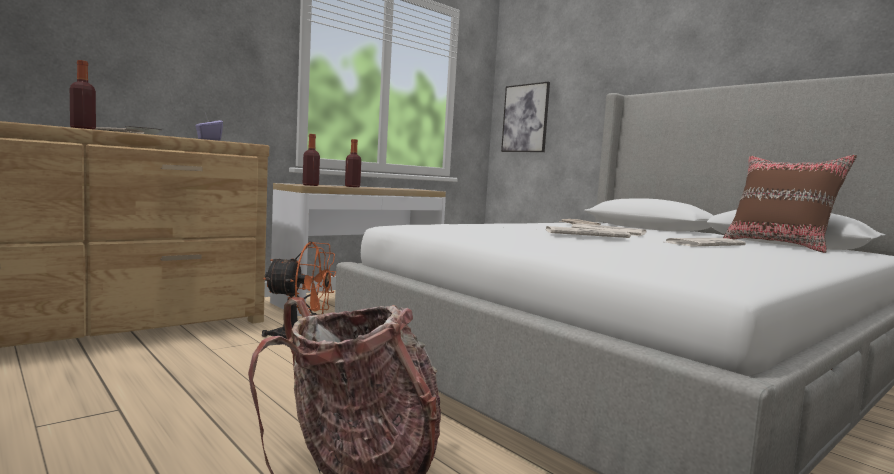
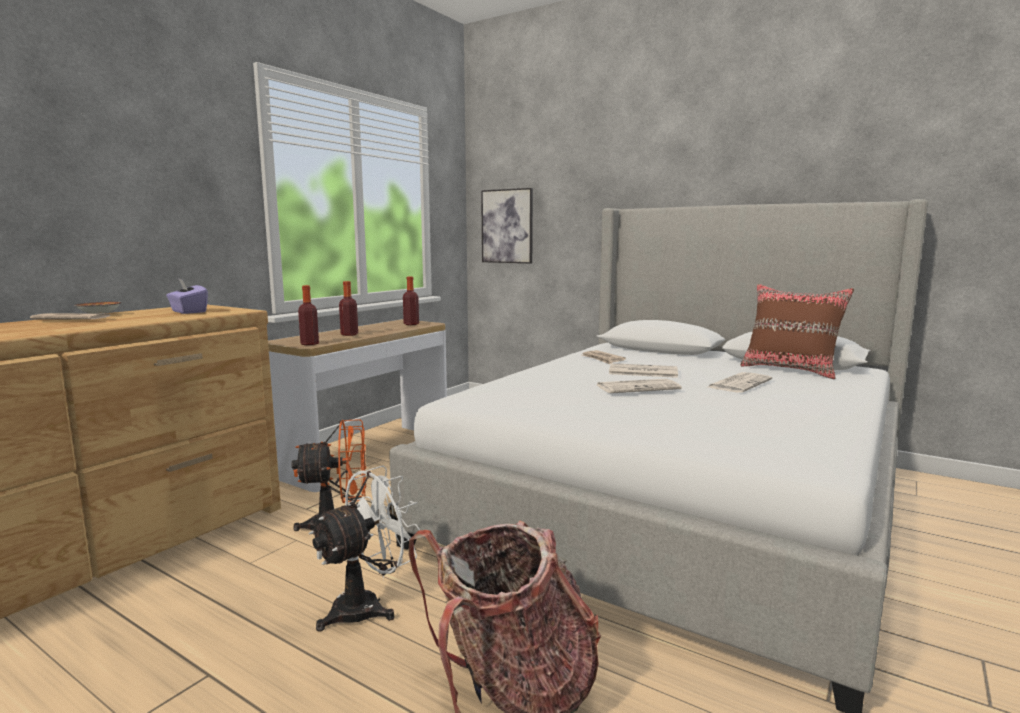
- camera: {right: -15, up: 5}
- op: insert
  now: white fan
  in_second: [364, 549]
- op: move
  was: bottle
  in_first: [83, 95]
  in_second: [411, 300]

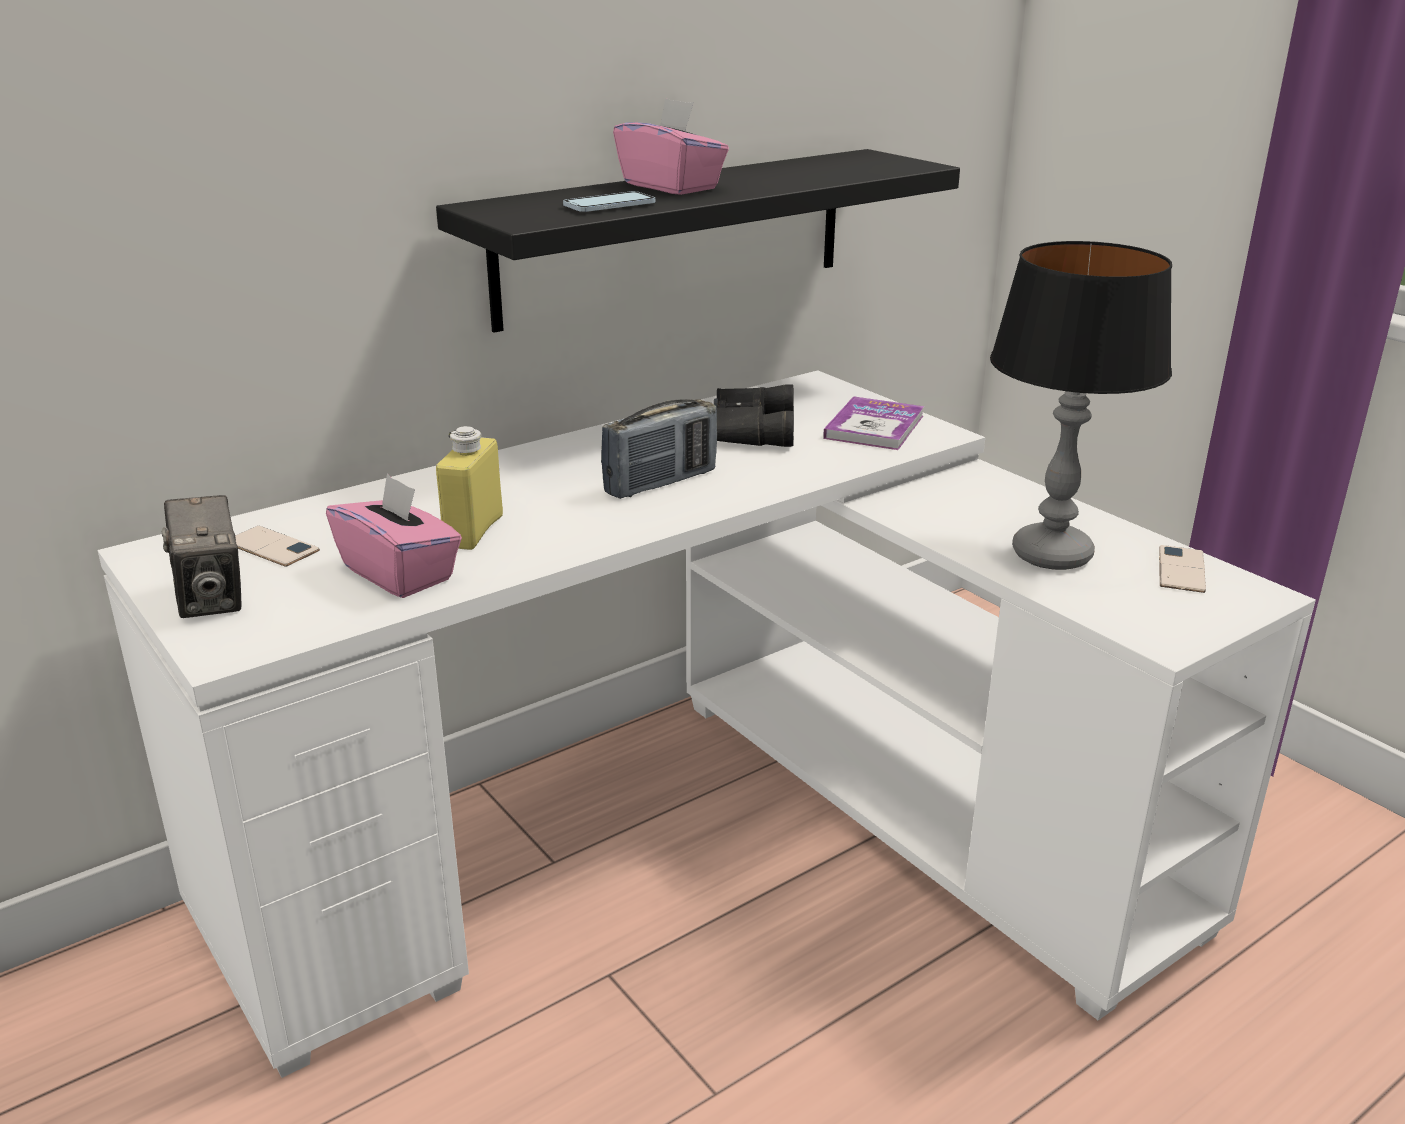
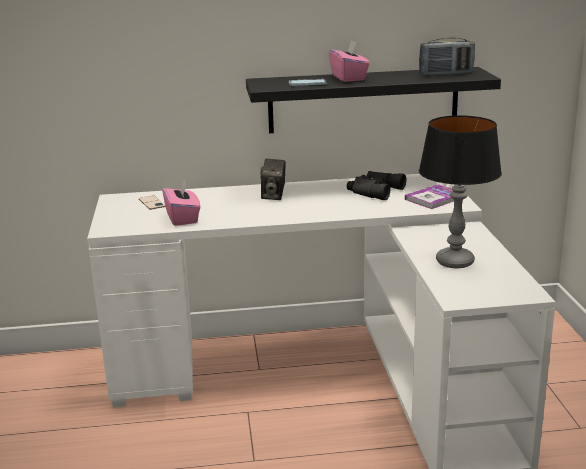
- camera: {right: 30, up: -5}
- op: delete
  was: yellow bottle
  in_first: [469, 488]
- op: delete
  was: phone
  in_first: [1182, 569]
- op: move
  was: photo camera
  in_first: [202, 556]
  in_second: [272, 179]
- op: move
  was: radio
  in_first: [659, 449]
  in_second: [447, 56]

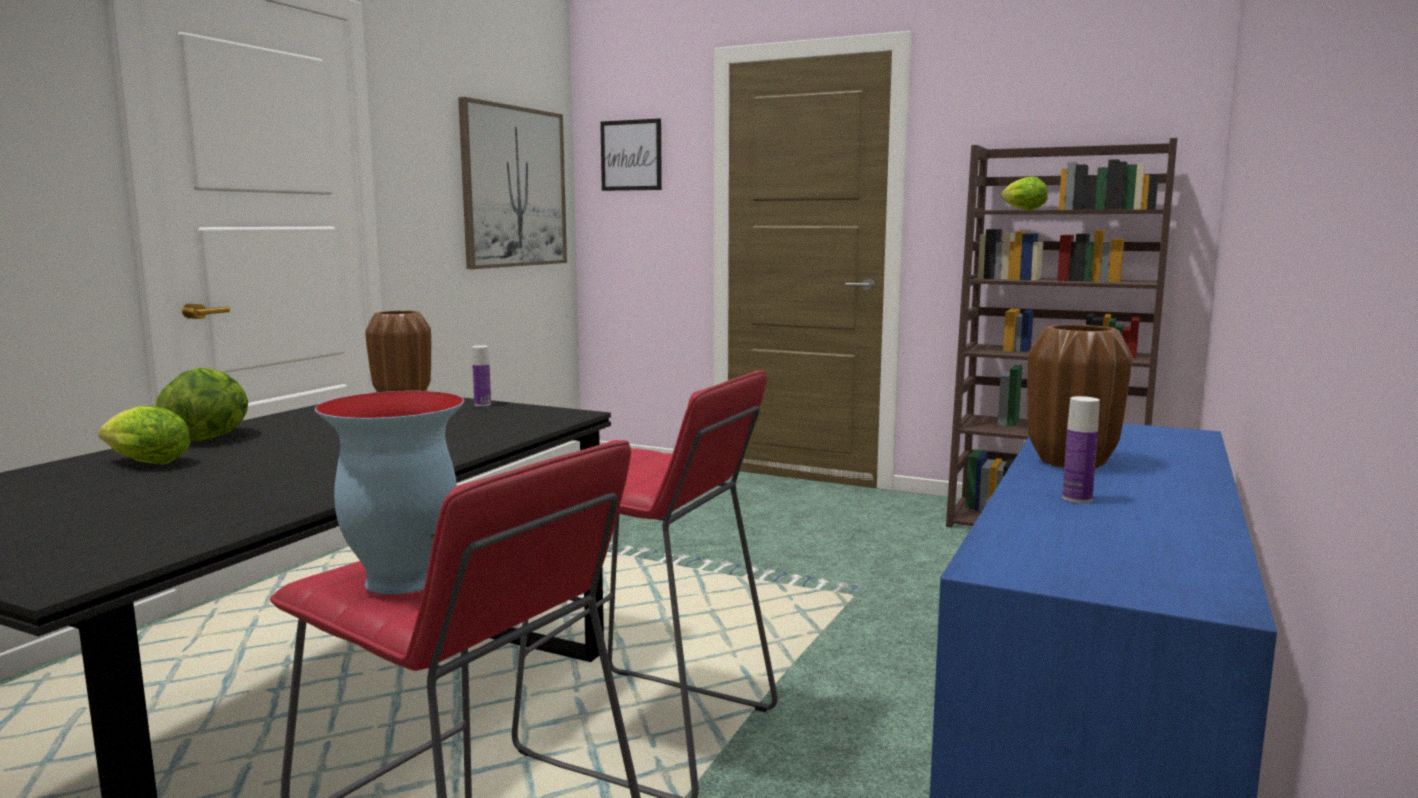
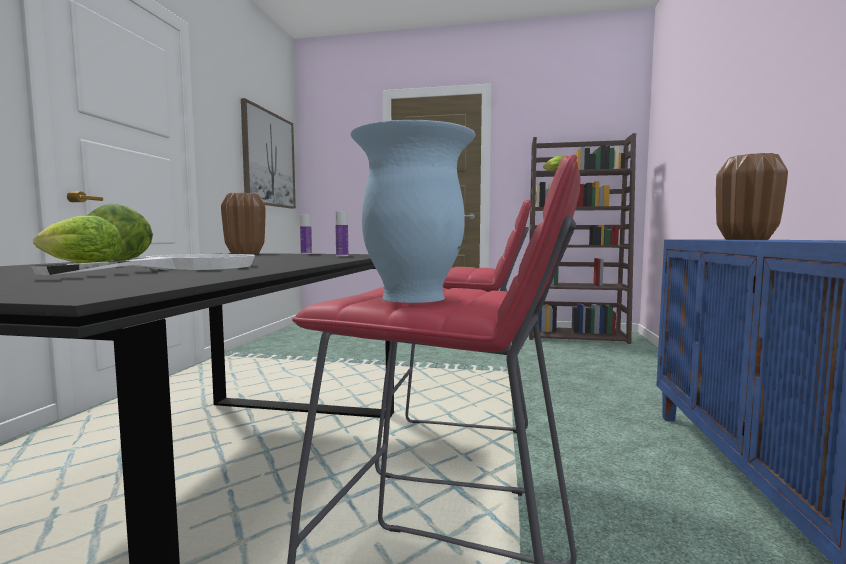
- camera: {right: -15, up: -5}
- op: delete
  was: picture
  in_first: [631, 154]
- op: insert
  now: white frying pan
  in_second: [143, 264]
- op: move
  was: bottle
  in_first: [1081, 449]
  in_second: [341, 233]

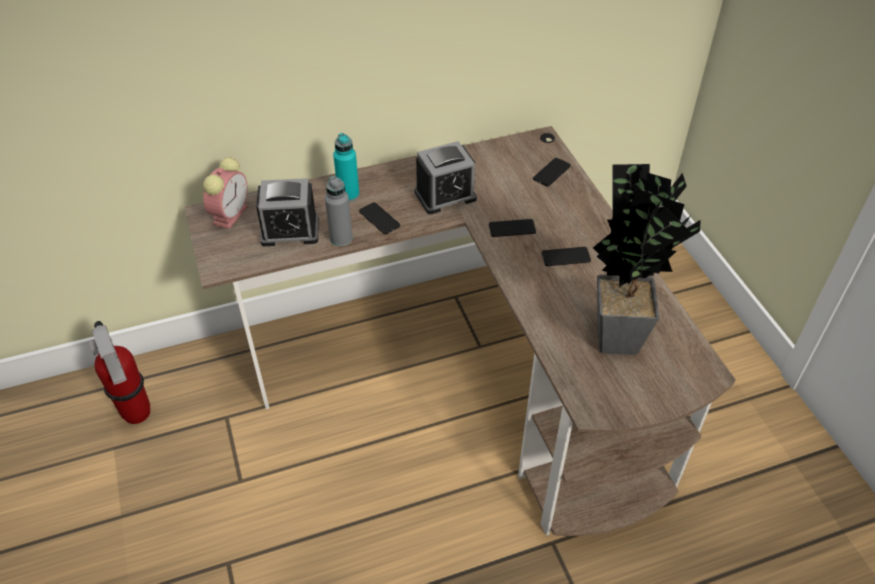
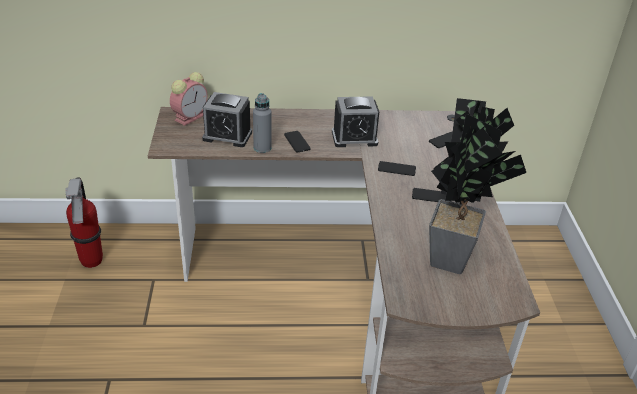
- camera: {right: 15, up: -10}
- op: delete
  was: turquoise bottle
  in_first: [346, 167]

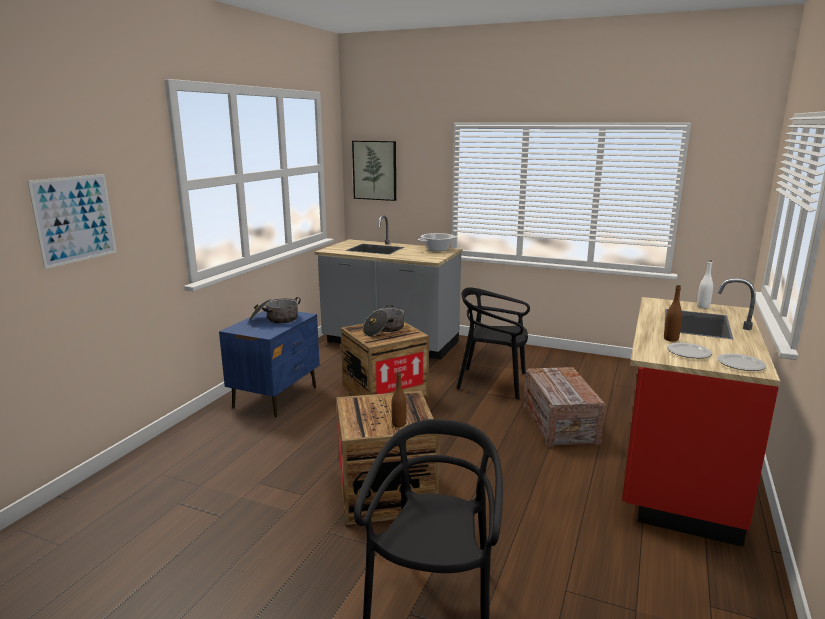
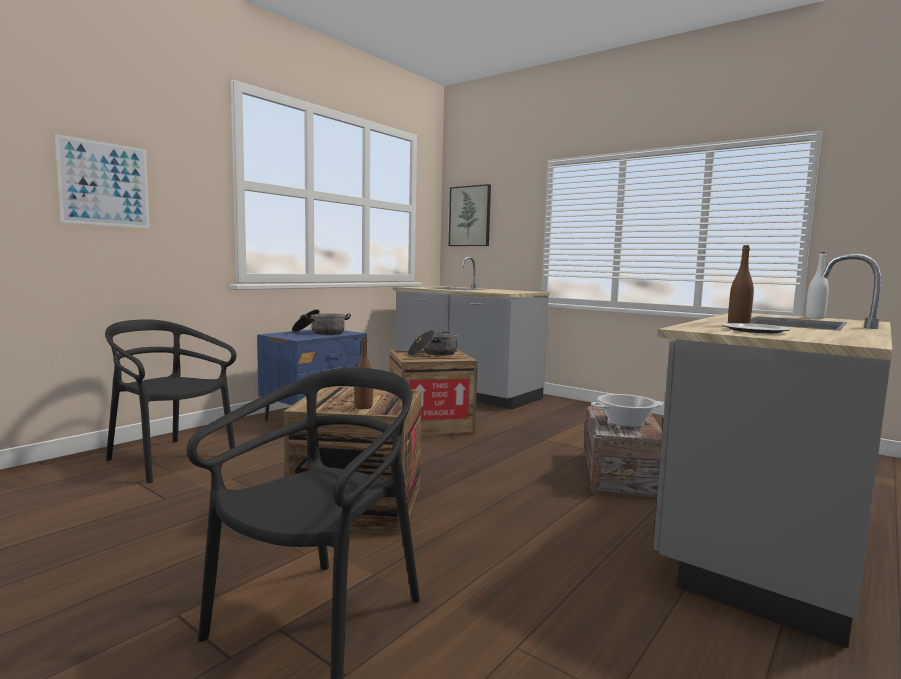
- camera: {right: 15, up: -10}
- op: delete
  was: plate
  in_first: [741, 362]
- op: move
  was: cooking pot
  in_first: [438, 242]
  in_second: [627, 410]
- op: move
  was: black chair
  in_first: [493, 343]
  in_second: [171, 401]
- op: recolor
  was: red counter
  now: grey counter
  in_first: [701, 412]
  in_second: [772, 451]

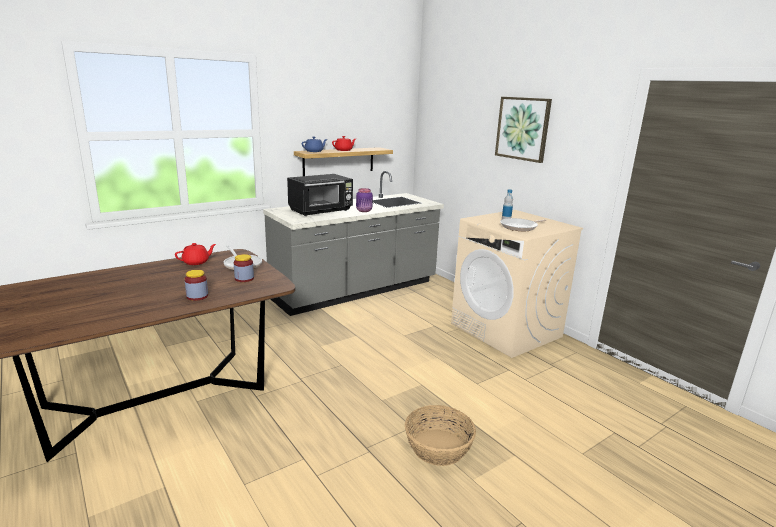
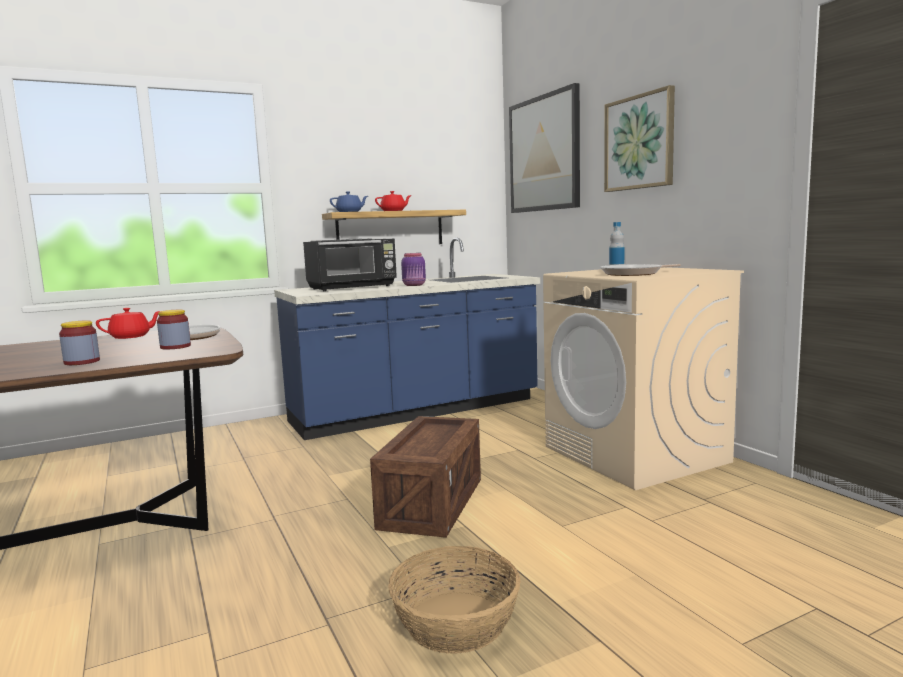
- camera: {right: 10, up: -10}
- op: insert
  now: crate
  in_second: [425, 477]
- op: insert
  now: picture
  in_second: [544, 148]
- op: recolor
  was: grey counter
  now: blue counter
  in_first: [353, 243]
  in_second: [407, 338]

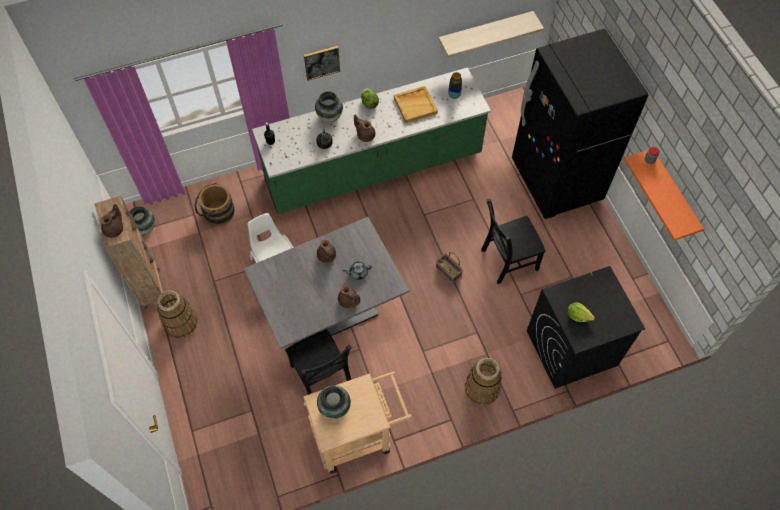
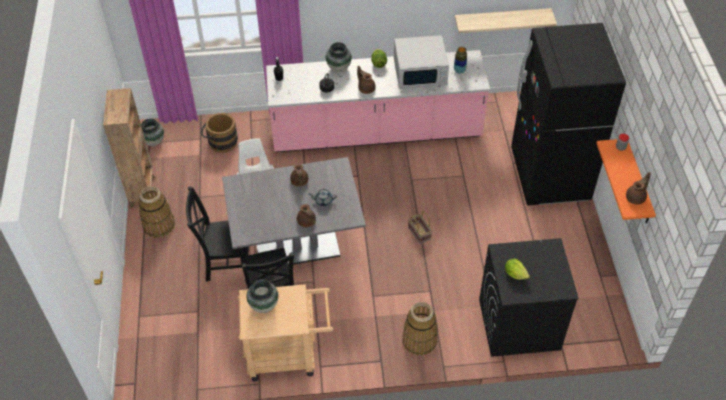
- camera: {right: 15, up: -10}
- op: delete
  was: picture
  in_first: [322, 63]
- op: move
  was: brown teapot
  in_first: [111, 221]
  in_second: [638, 188]
- op: move
  was: black chair
  in_first: [513, 241]
  in_second: [217, 234]
- op: replace
  was: beige tray
  now: white microwave
  in_first: [416, 104]
  in_second: [421, 62]
- op: recolor
  was: green counter
  now: pink counter
  in_first: [371, 140]
  in_second: [378, 101]

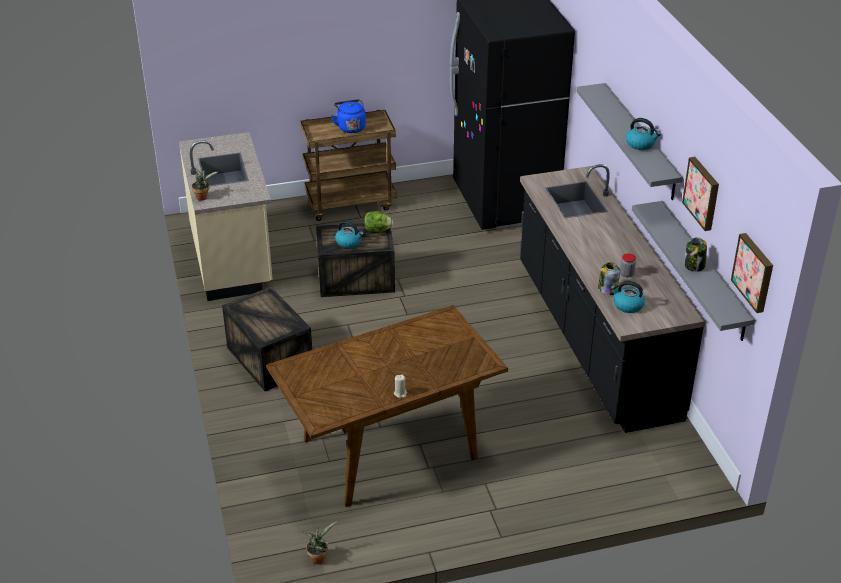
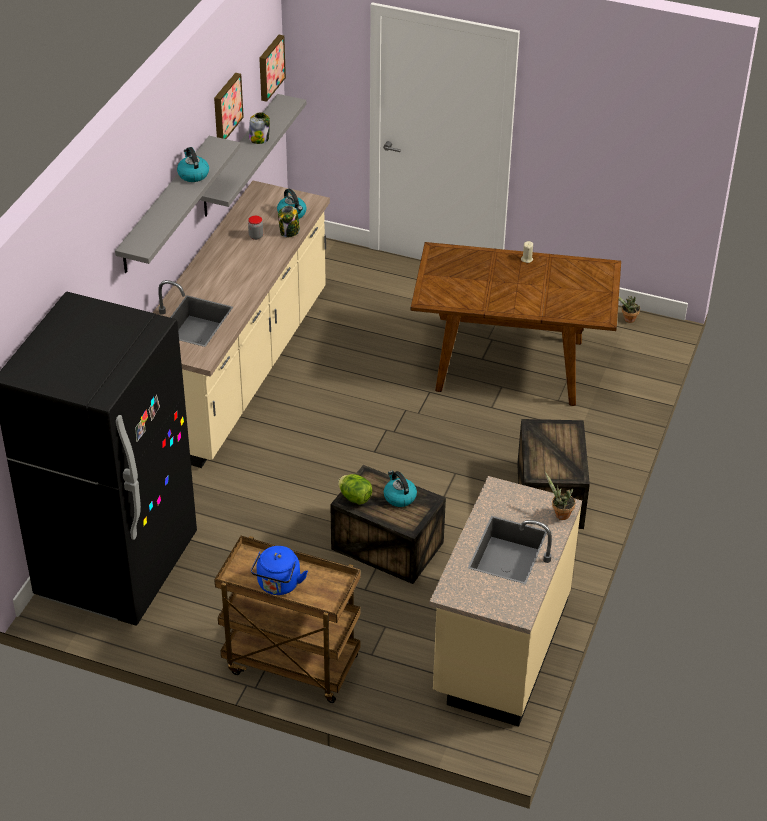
- camera: {right: -145, up: 5}
- op: recolor
  was: black counter
  now: beige counter
  in_first: [612, 298]
  in_second: [241, 324]

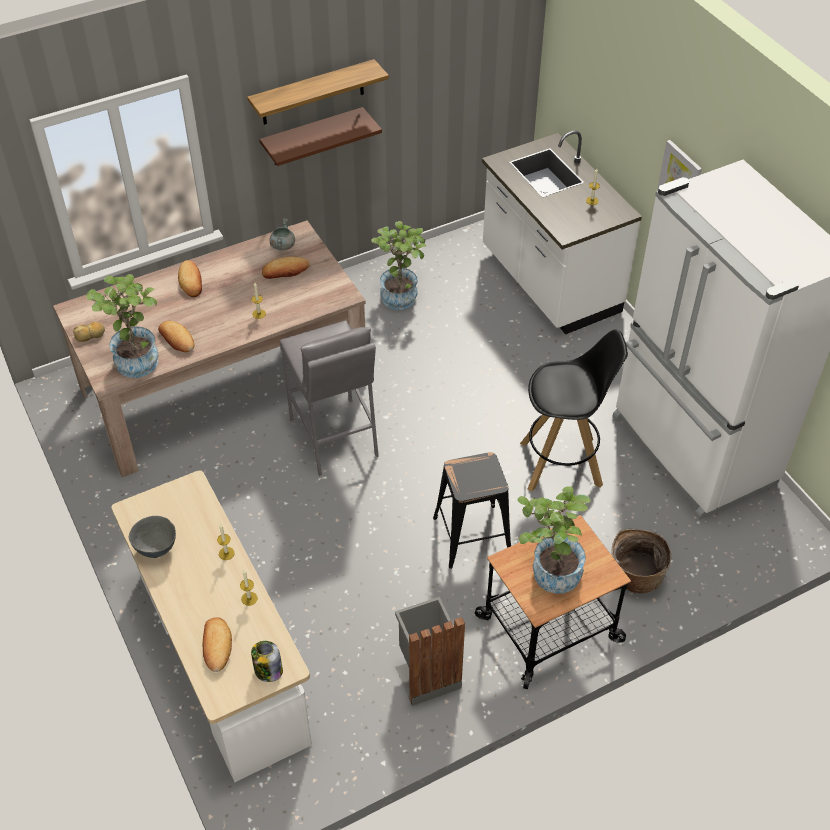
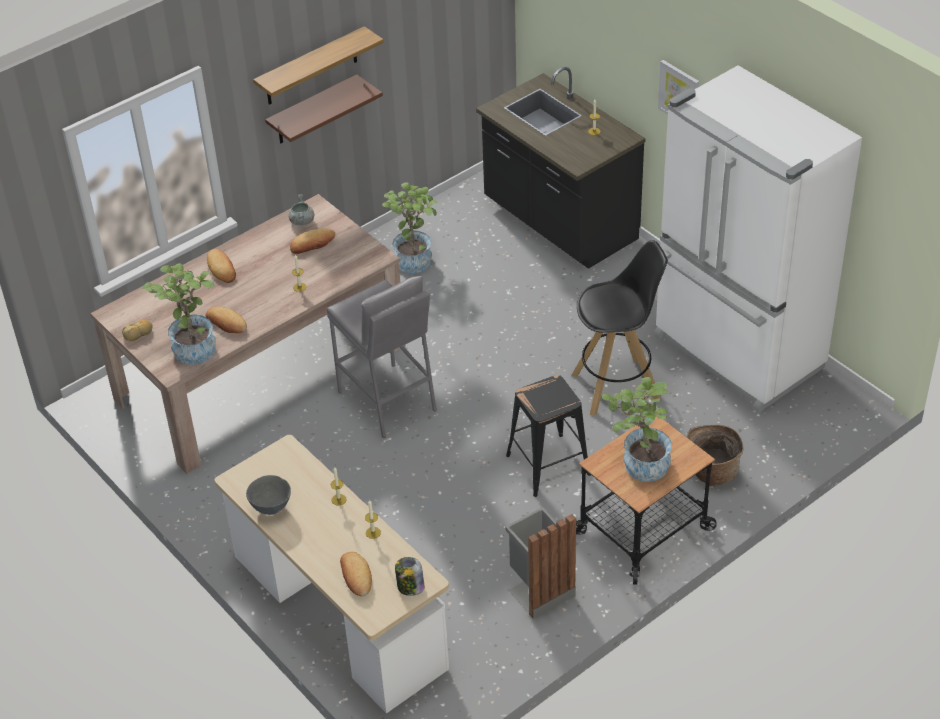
- camera: {right: -10, up: -5}
- op: recolor
  was: white counter
  now: black counter
  in_first: [562, 232]
  in_second: [560, 168]

